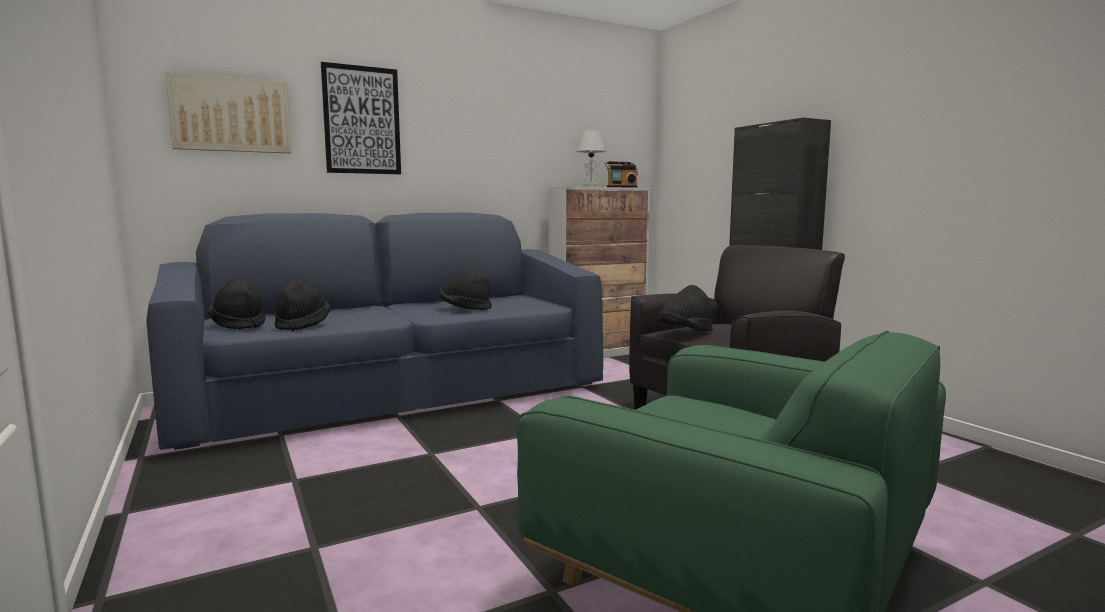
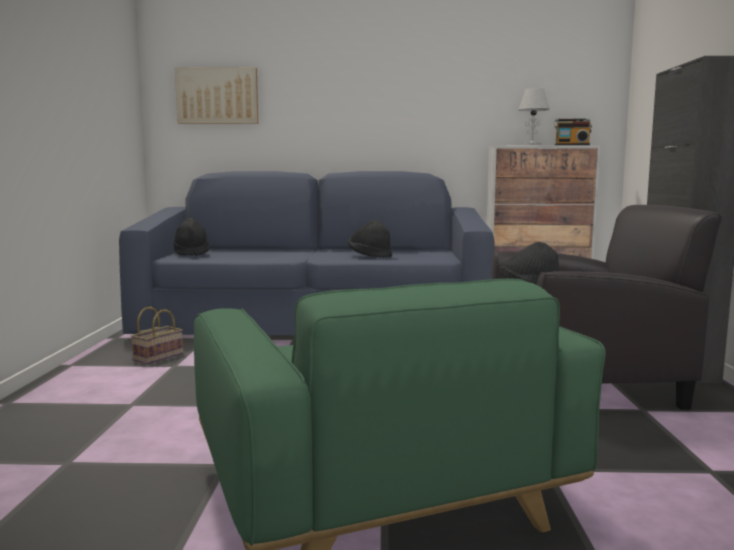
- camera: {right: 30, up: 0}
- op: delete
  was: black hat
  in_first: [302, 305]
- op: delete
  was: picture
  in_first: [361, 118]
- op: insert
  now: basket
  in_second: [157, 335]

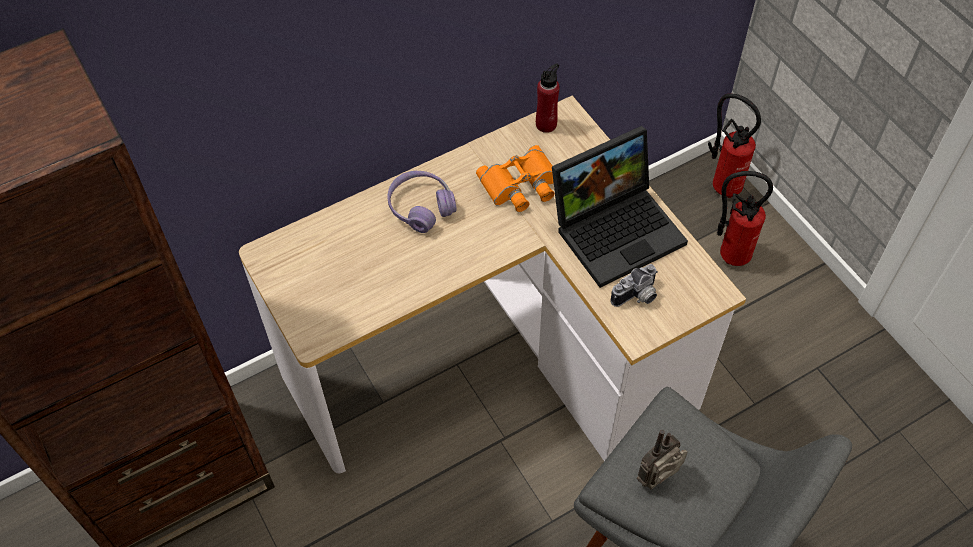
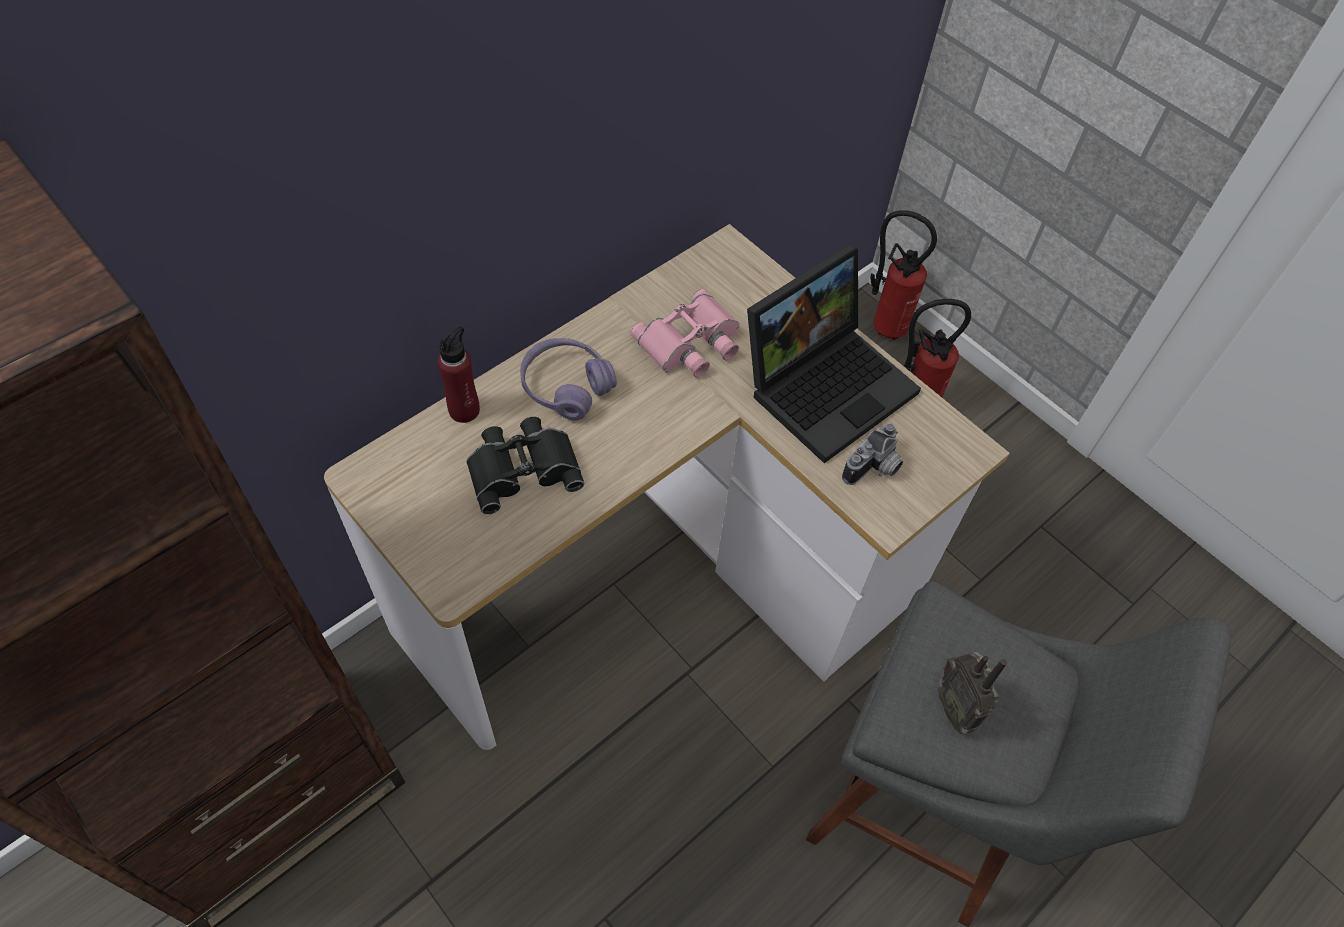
- camera: {right: -15, up: 0}
- op: insert
  now: black binoculars
  in_second: [525, 465]
- op: move
  was: red bottle
  in_first: [548, 98]
  in_second: [459, 375]
- op: recolor
  was: orange binoculars
  now: pink binoculars
  in_first: [515, 178]
  in_second: [685, 333]
- op: rotate
  was: radio
  in_first: [662, 459]
  in_second: [972, 693]
  clockwise: -60

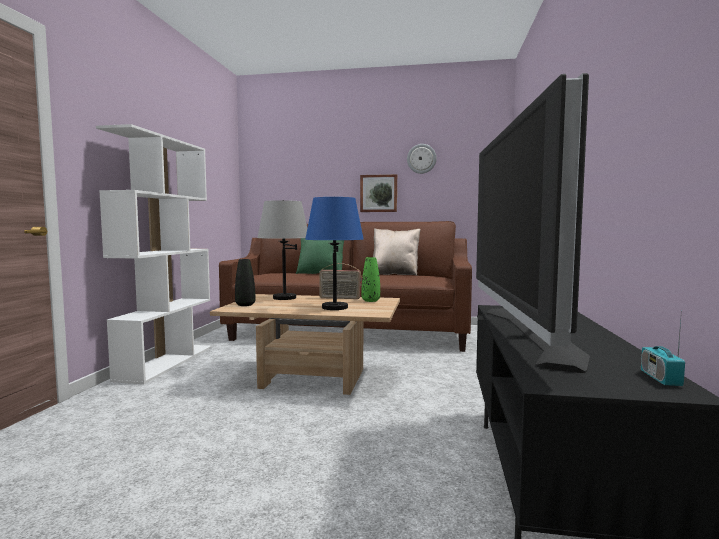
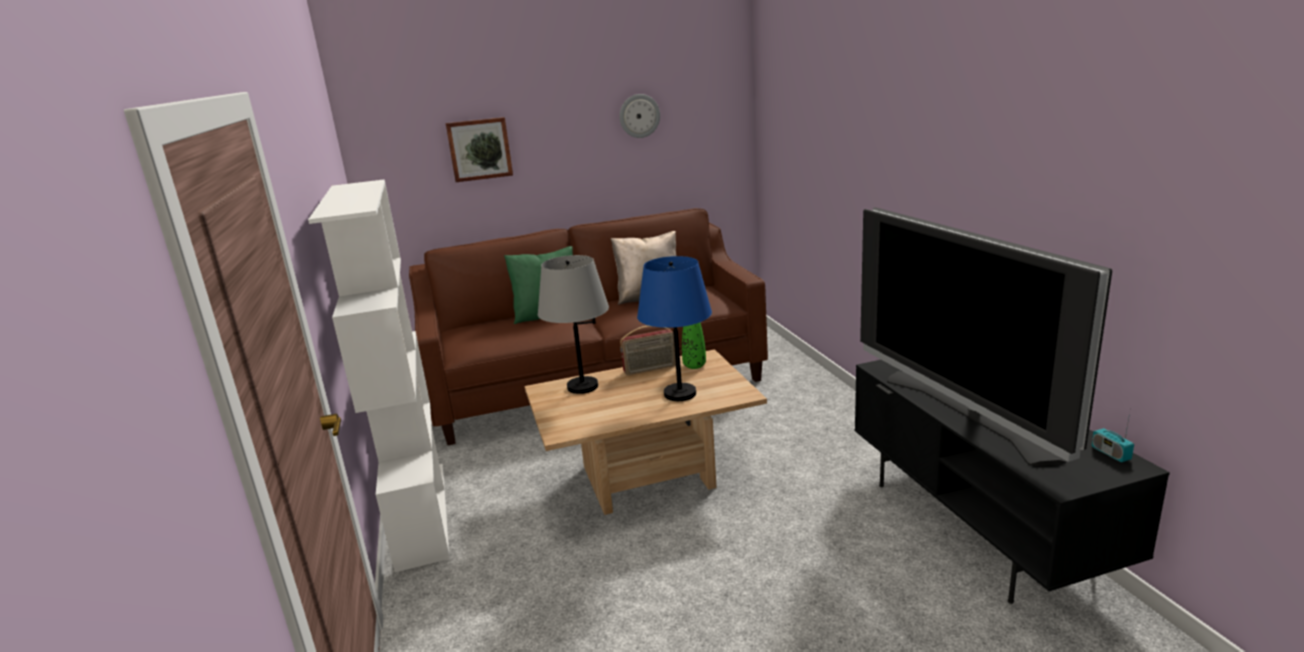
- camera: {right: -25, up: 15}
- op: delete
  was: black vase
  in_first: [245, 282]
- op: move
  was: picture
  in_first: [378, 193]
  in_second: [479, 149]

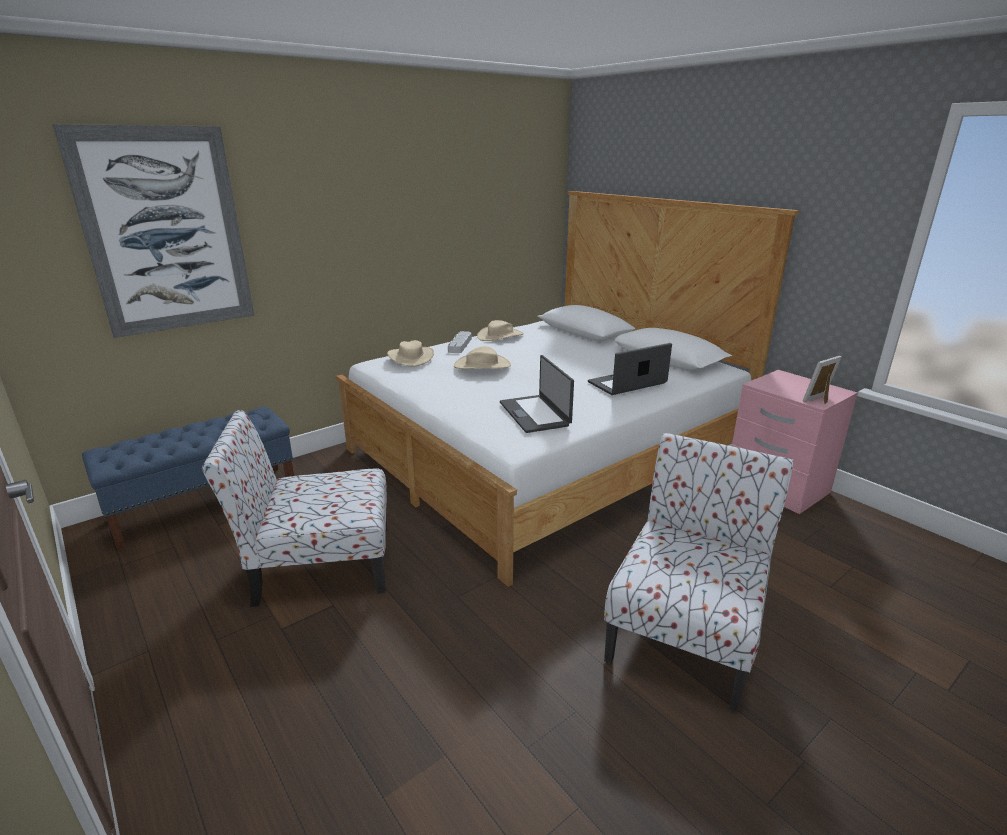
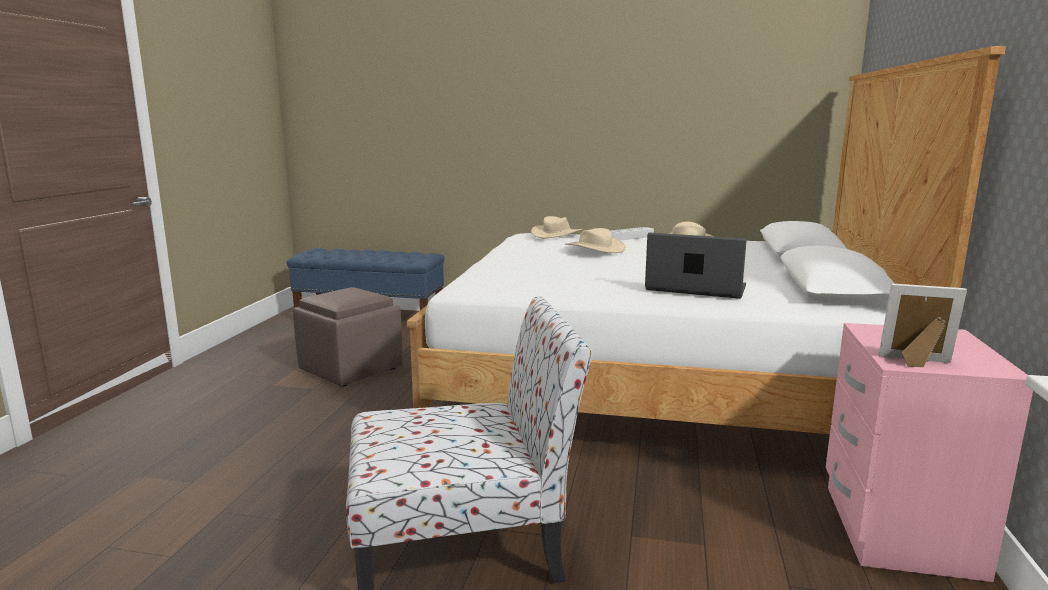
- camera: {right: 50, up: -10}
- op: delete
  was: picture
  in_first: [153, 231]
- op: delete
  was: laptop
  in_first: [537, 394]
- op: replace
  was: chair
  now: brown ottoman
  in_first: [294, 508]
  in_second: [348, 337]

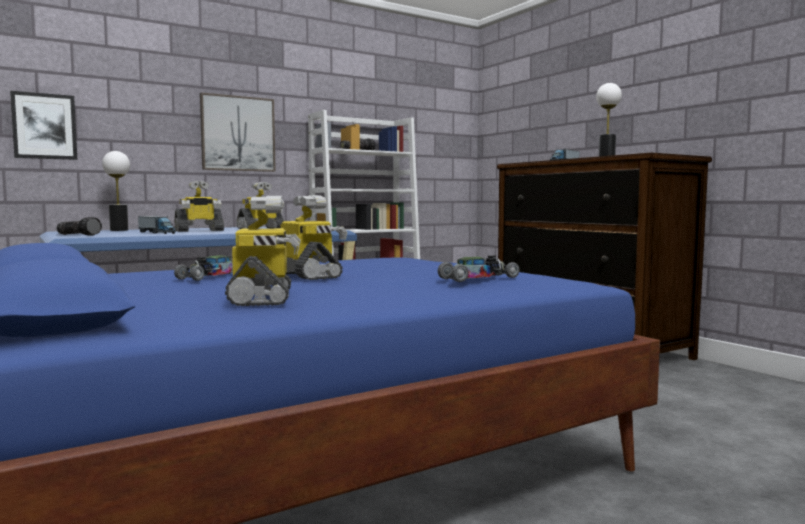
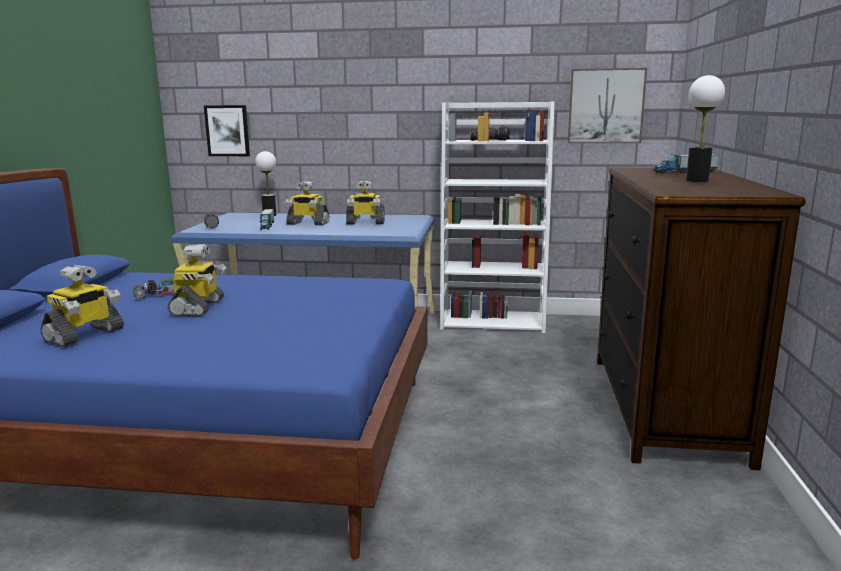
- camera: {right: 40, up: 10}
- op: delete
  was: toy car
  in_first: [479, 268]
- op: move
  was: picture
  in_first: [238, 132]
  in_second: [607, 105]

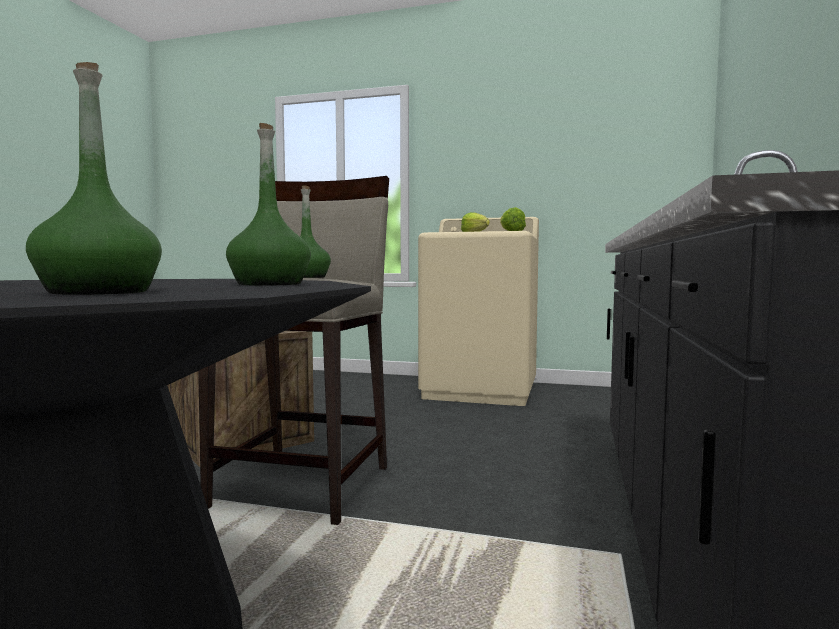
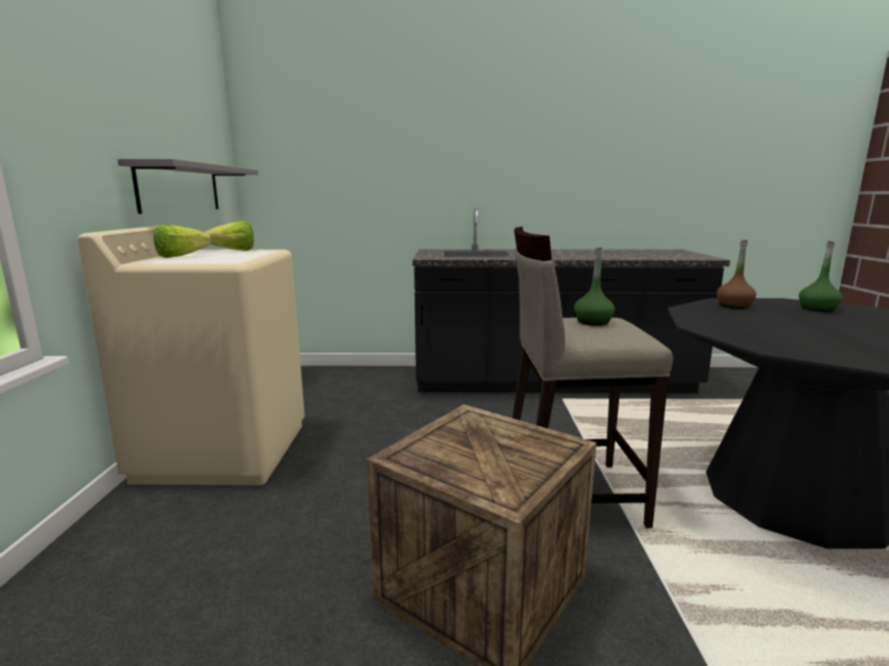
- camera: {right: -105, up: 10}
- op: insert
  now: grey shelf
  in_second: [188, 186]
- op: recolor
  was: green bottle
  now: brown bottle
  in_first: [268, 204]
  in_second: [736, 274]

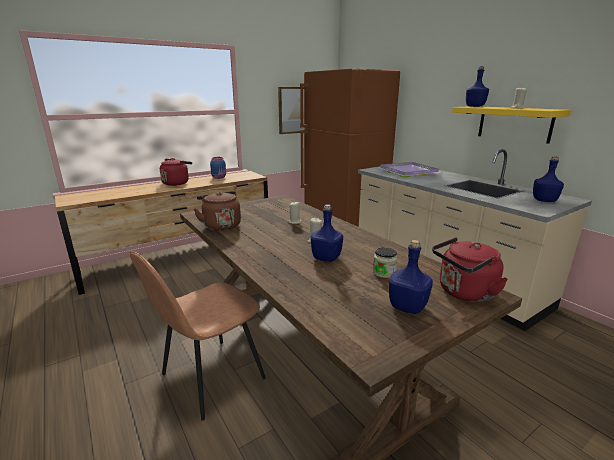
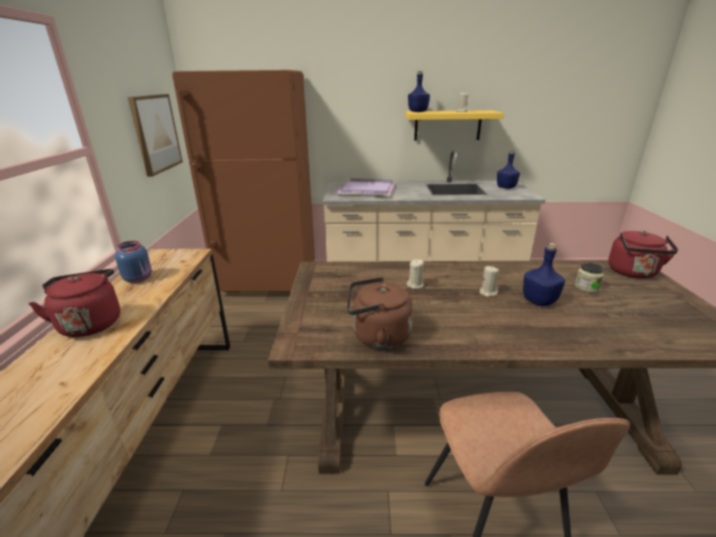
- camera: {right: -55, up: 5}
- op: delete
  was: blue bottle
  in_first: [411, 277]

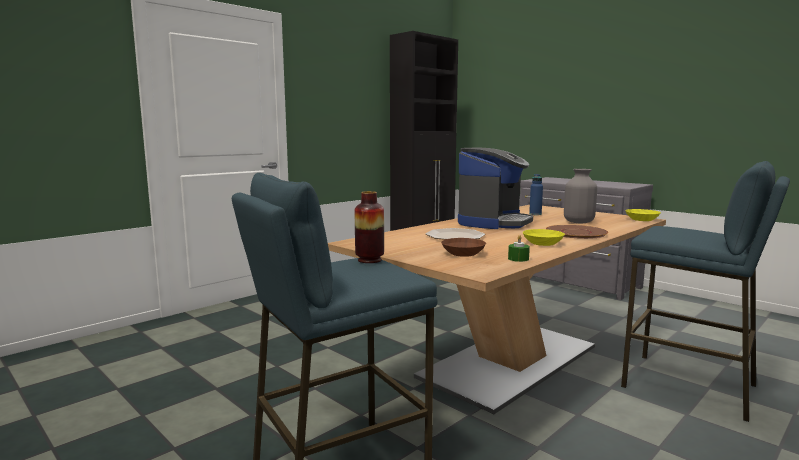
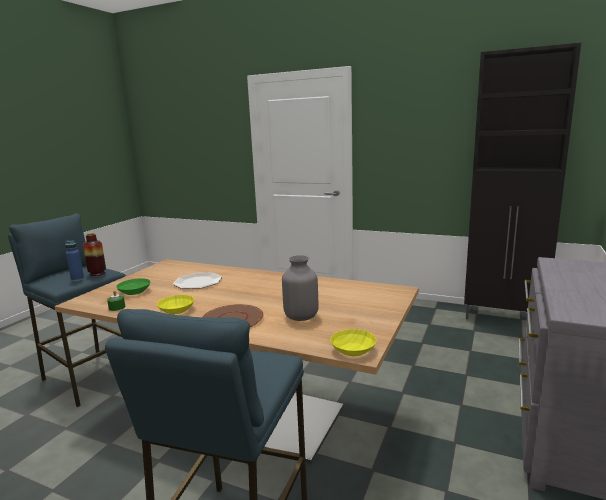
- camera: {right: 70, up: 5}
- op: delete
  was: coffee machine
  in_first: [495, 188]
- op: move
  was: blue bottle
  in_first: [536, 194]
  in_second: [74, 260]
- op: recolor
  was: brown bowl
  now: green bowl
  in_first: [463, 247]
  in_second: [133, 286]

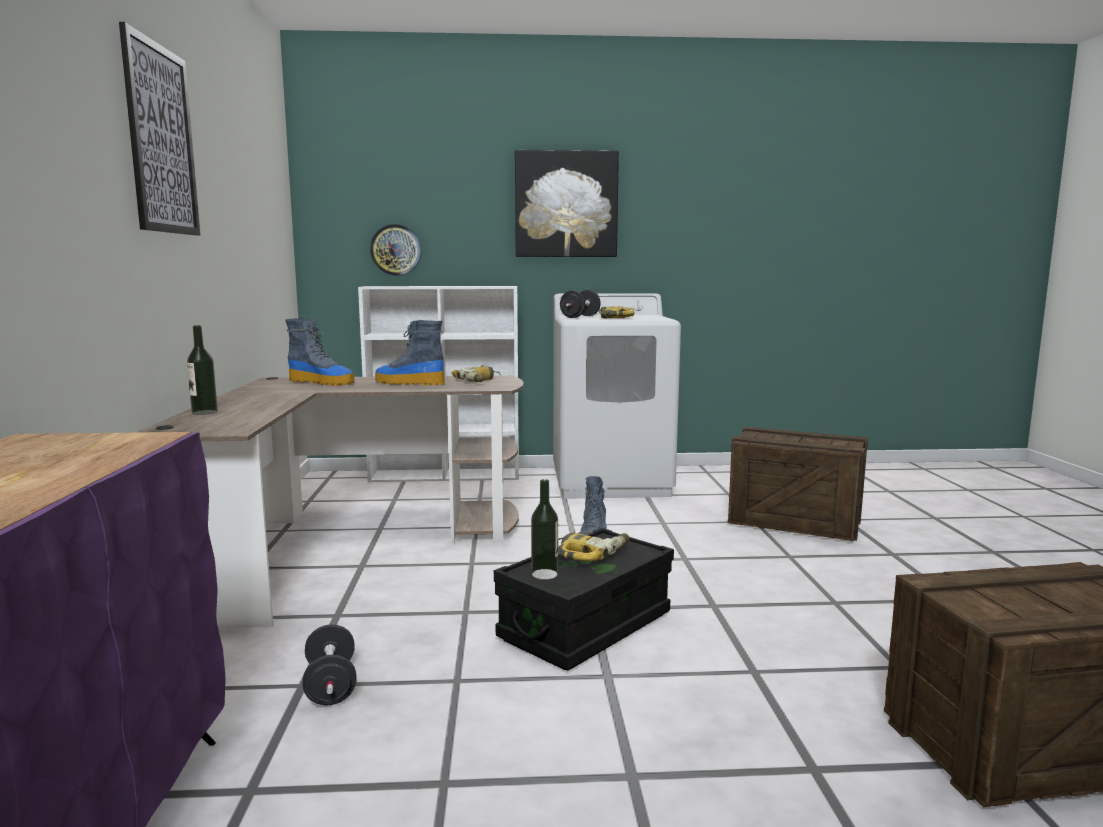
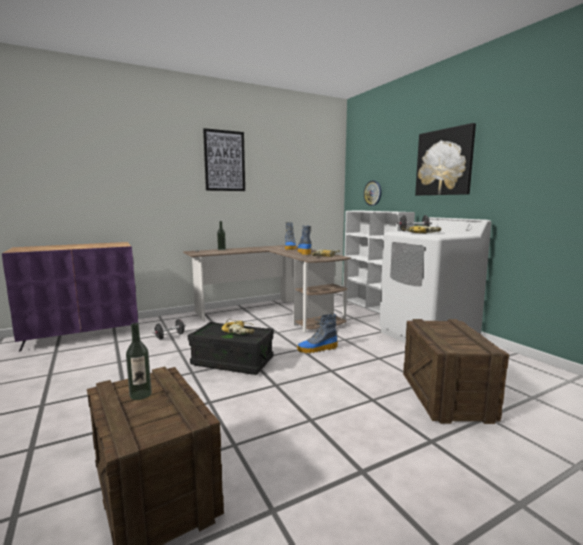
- camera: {right: 65, up: 0}
- op: move
  was: bottle
  in_first: [544, 529]
  in_second: [139, 361]

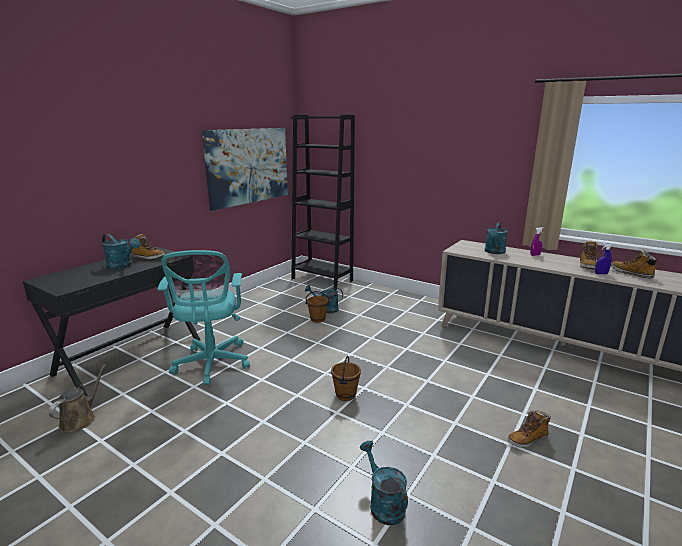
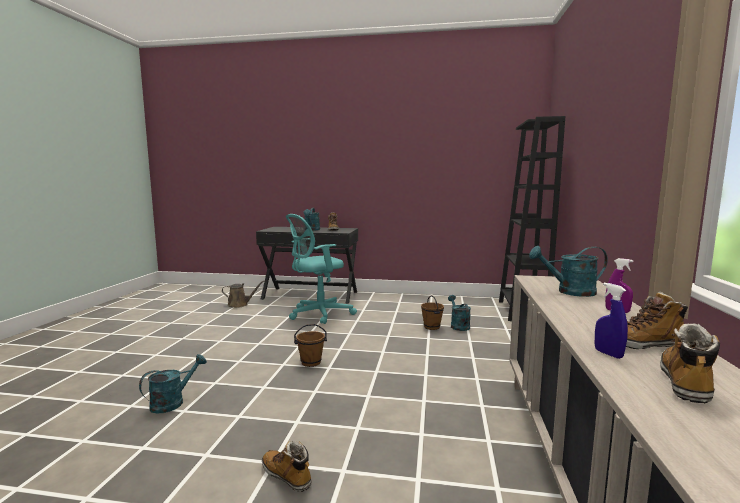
- camera: {right: 65, up: -10}
- op: delete
  was: picture
  in_first: [245, 169]

